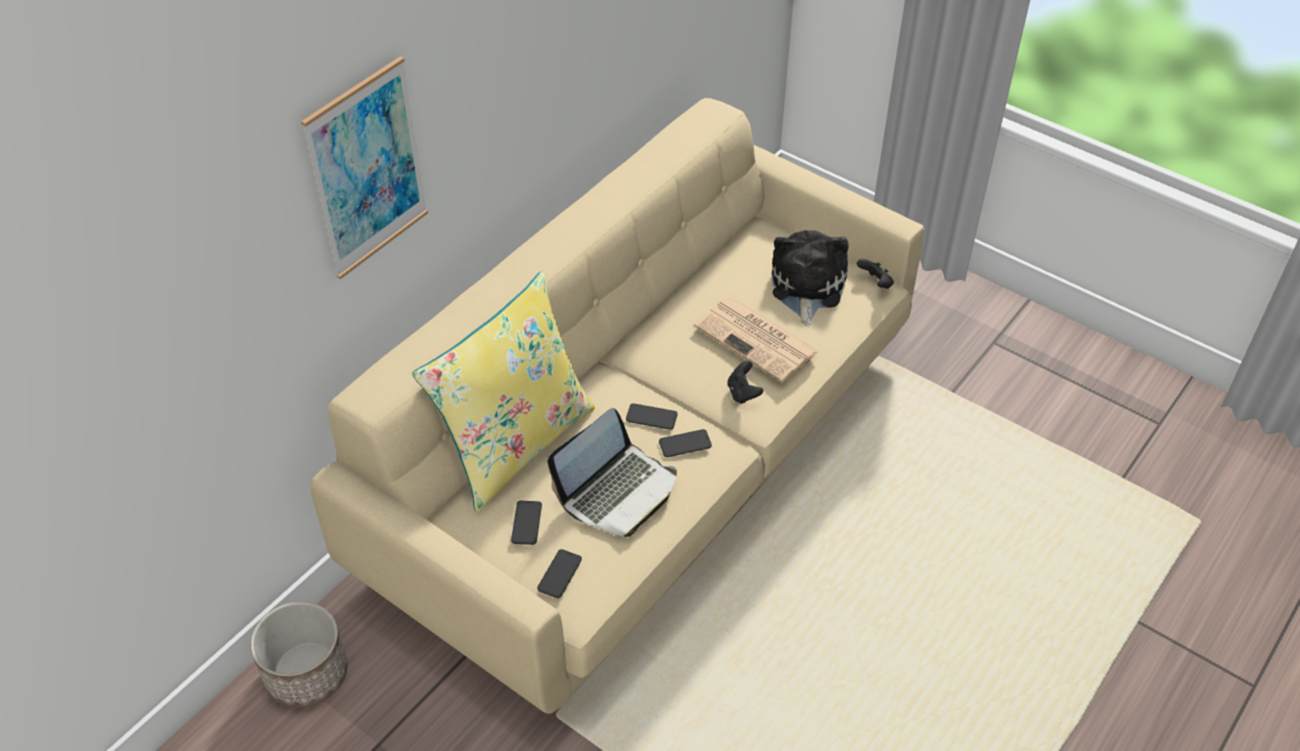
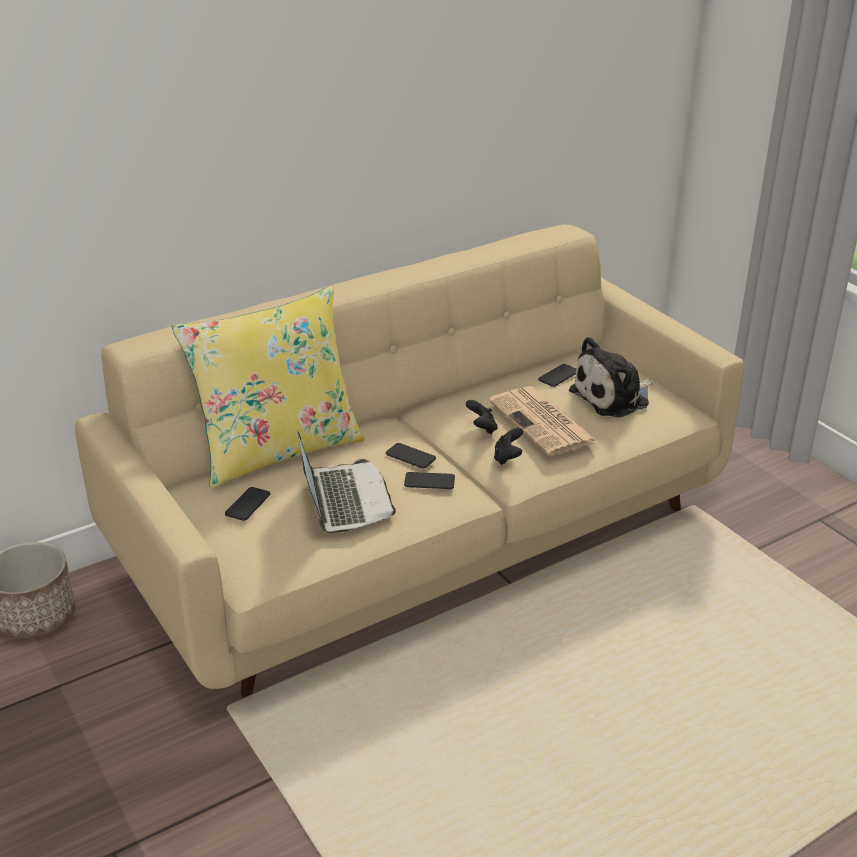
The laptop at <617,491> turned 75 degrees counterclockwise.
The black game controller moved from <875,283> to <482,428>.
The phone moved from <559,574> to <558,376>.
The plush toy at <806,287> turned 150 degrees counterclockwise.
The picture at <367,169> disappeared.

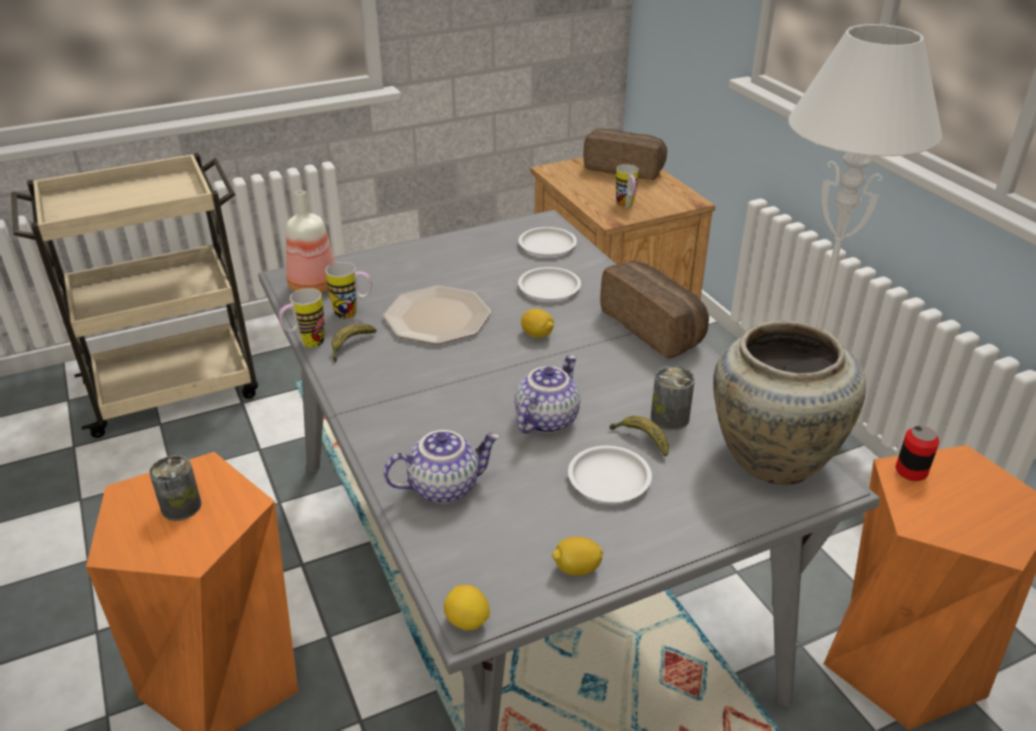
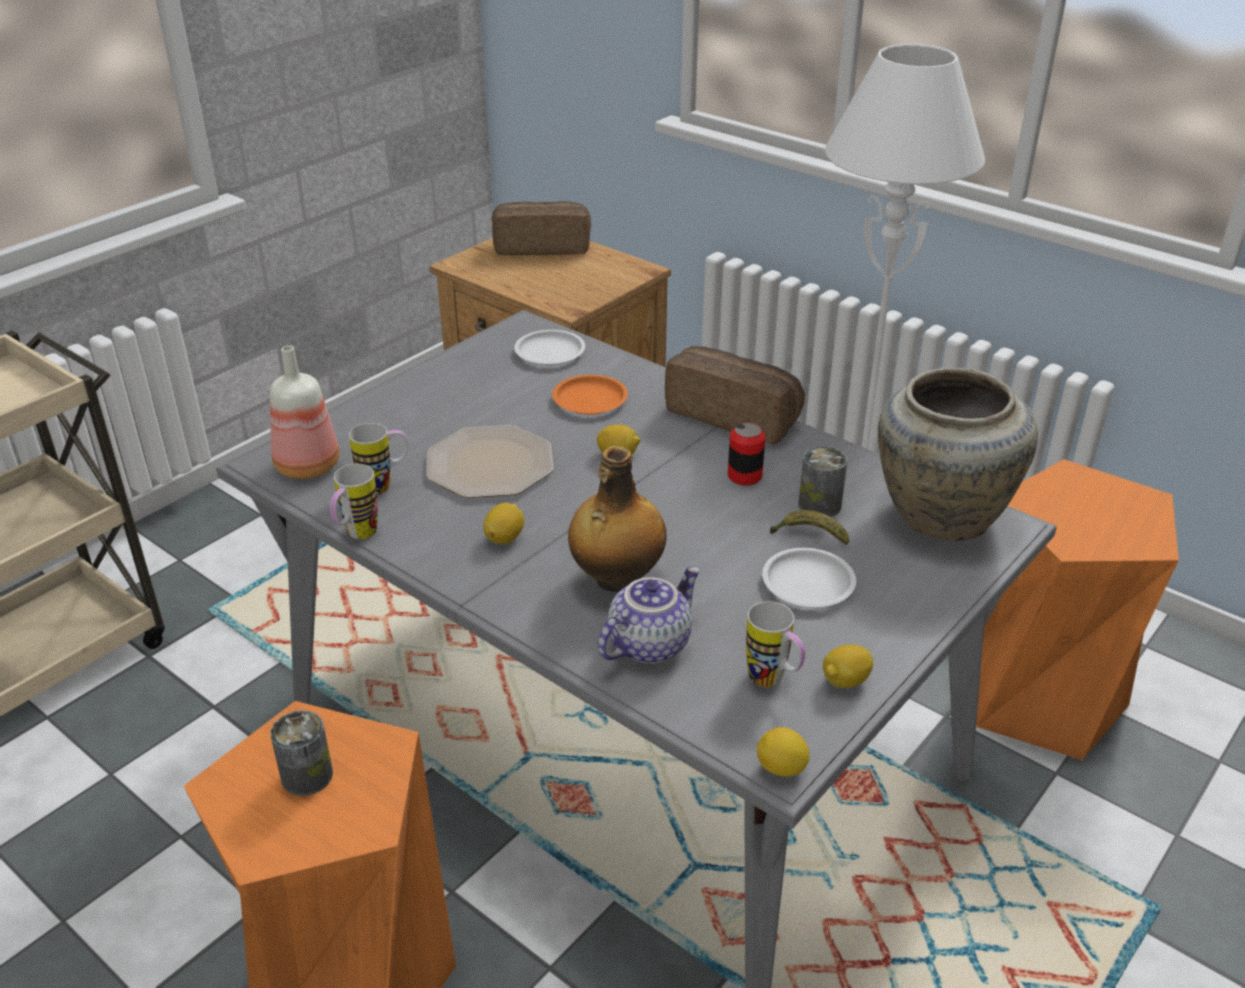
The lemon at <504,538> appeared.
The white plate at <549,287> became the orange plate at <589,400>.
The bottle at <616,579> appeared.
The can moved from <911,471> to <744,476>.
The mug moved from <626,206> to <773,682>.
The banana at <350,346> disappeared.
The teapot at <545,419> disappeared.

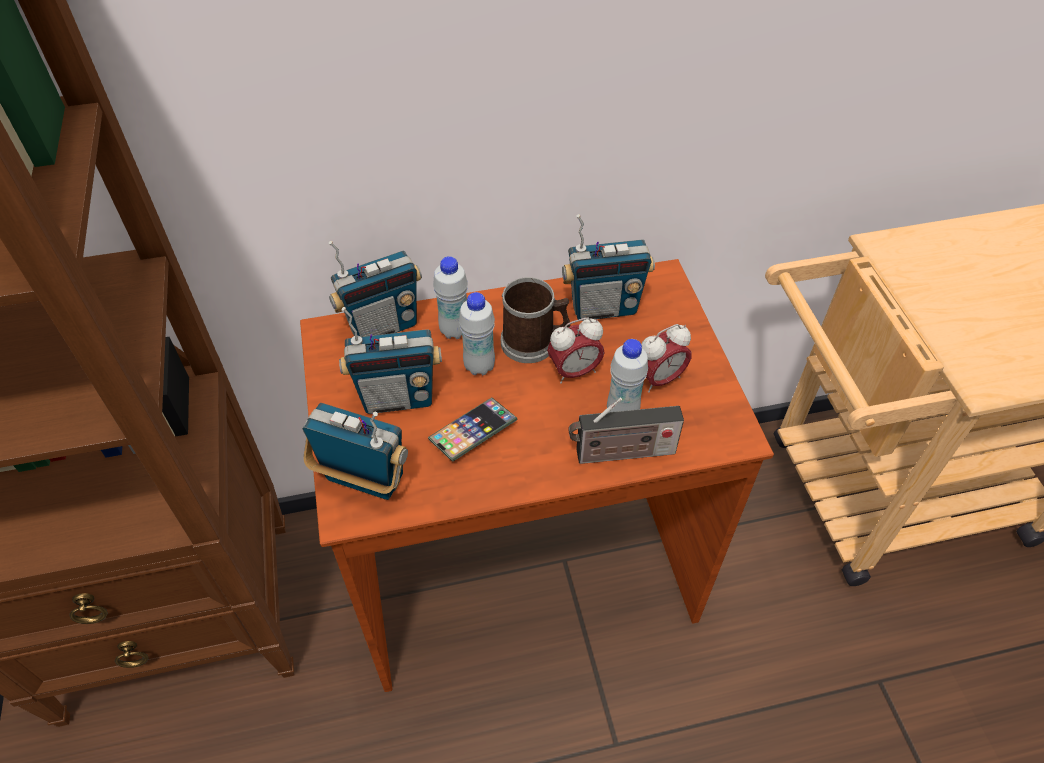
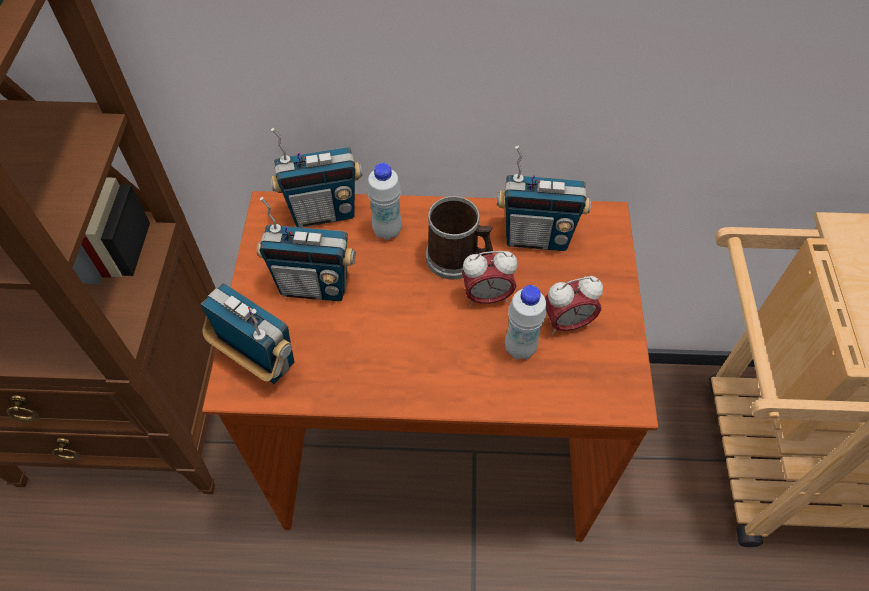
The phone at <473,432> disappeared.
The white bottle at <479,366> disappeared.
The radio at <620,453> disappeared.

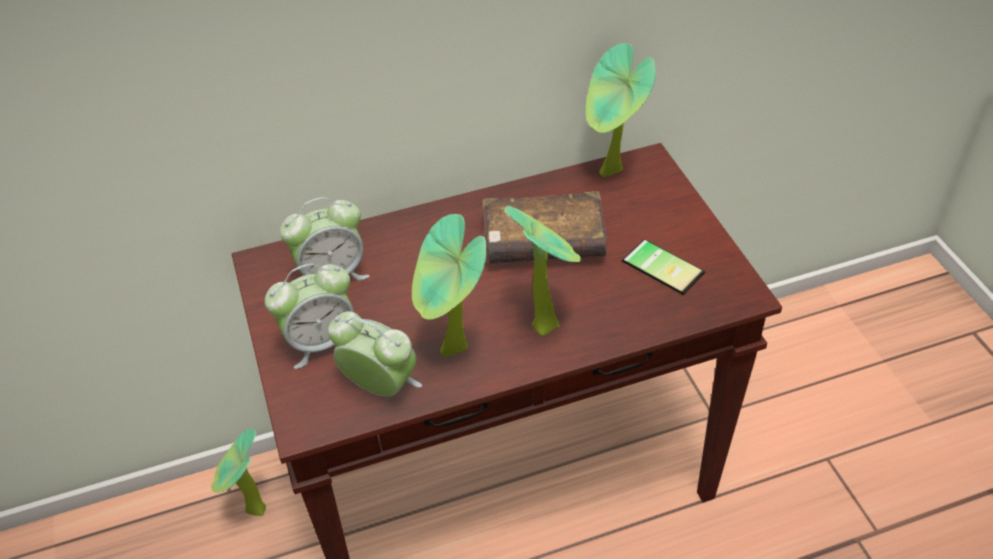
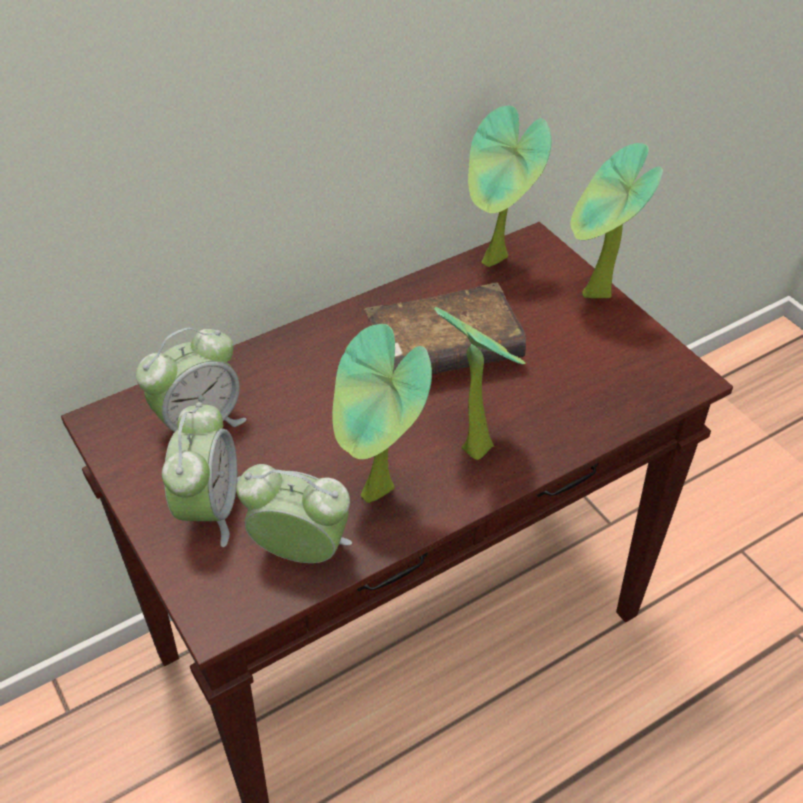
The alarm clock at <321,342> turned 45 degrees counterclockwise.
The potted plant moved from <253,513> to <594,298>.
The phone at <665,264> disappeared.

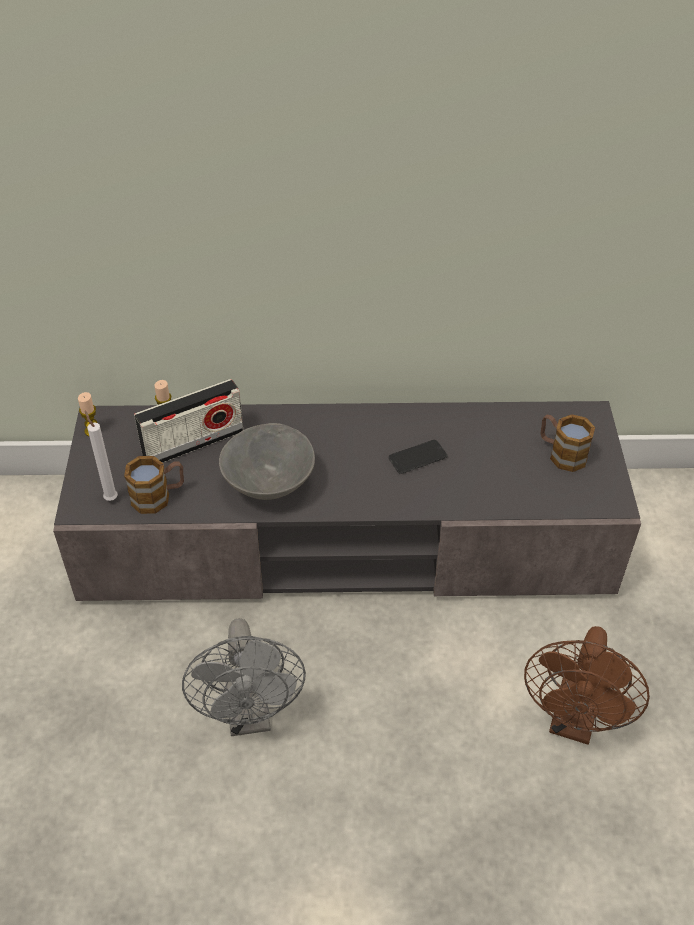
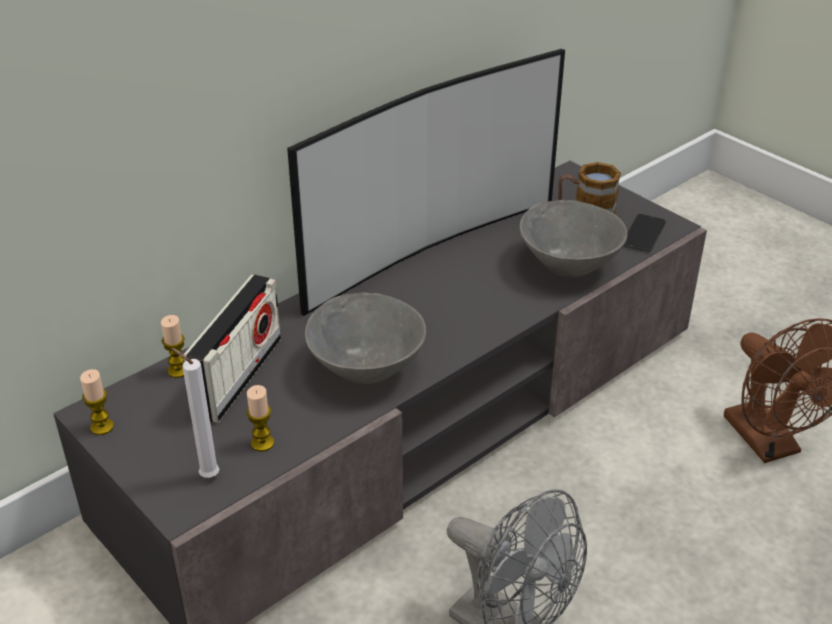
The mug at <158,496> was replaced by the candle at <262,443>.
The television at <427,248> appeared.
The grey bowl at <568,264> appeared.
The phone moved from <417,457> to <644,234>.

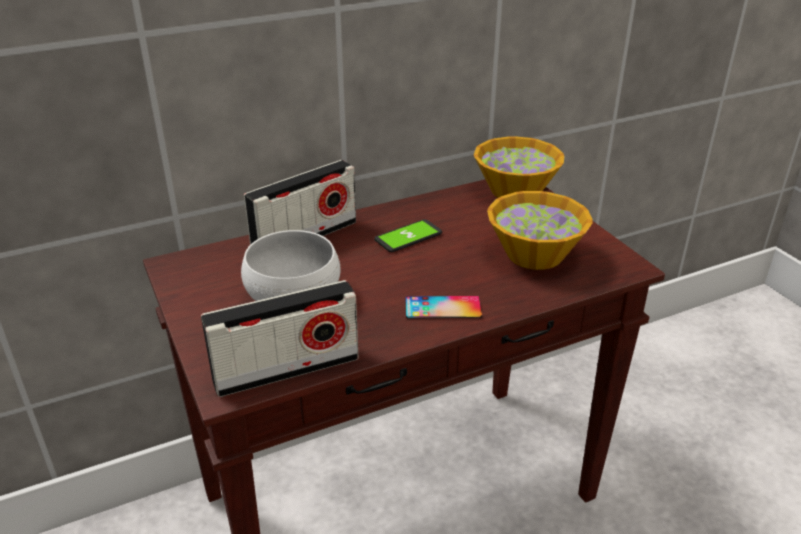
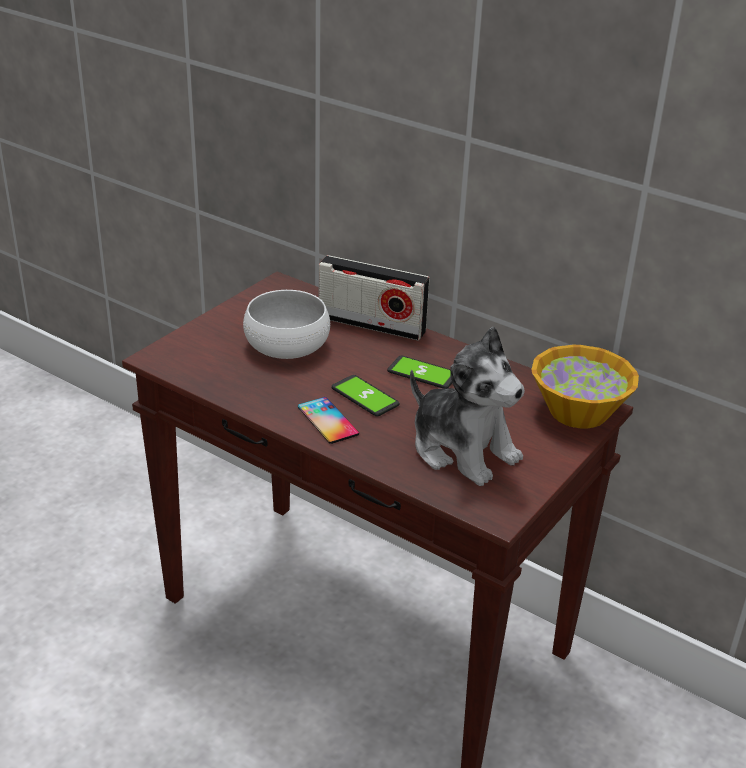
The phone at <364,397> appeared.
The bowl at <534,254> was replaced by the plush toy at <463,450>.
The radio at <286,369> disappeared.

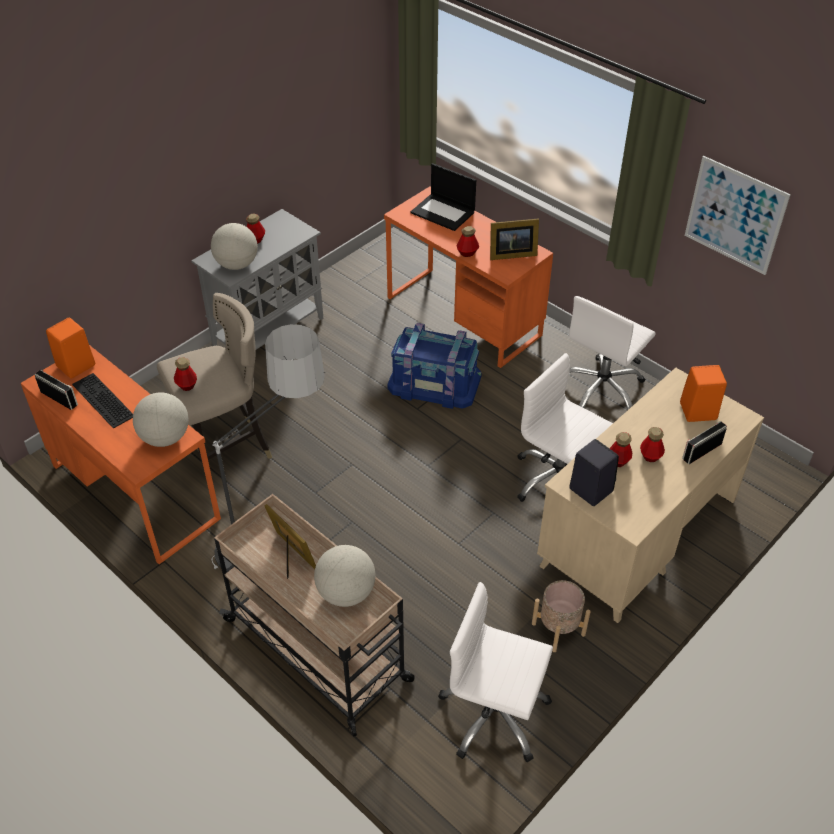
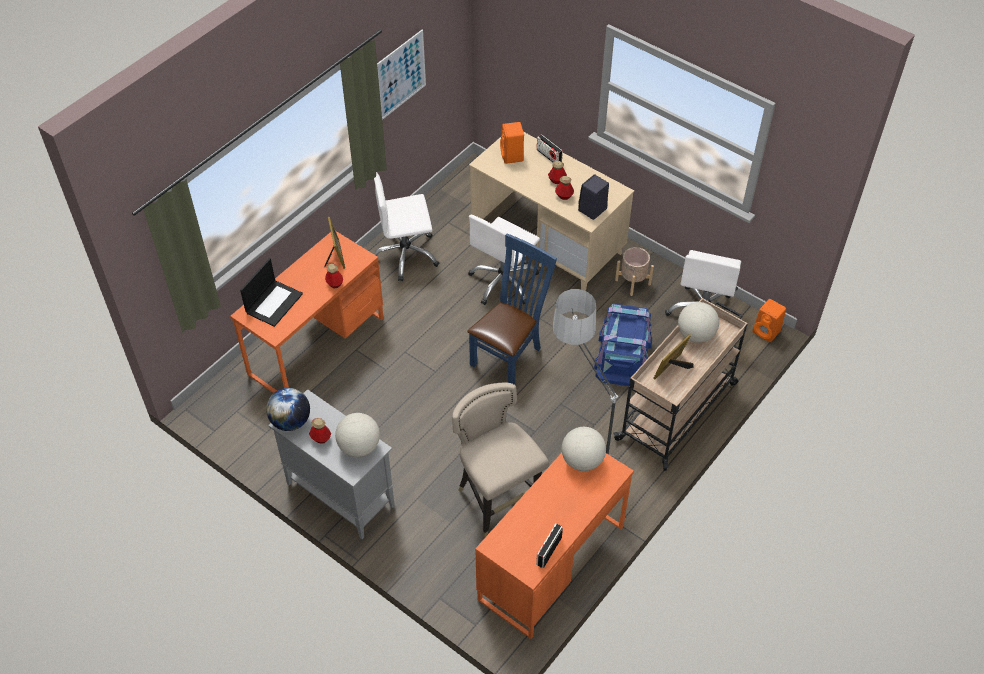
The globe at <291,421> appeared.
The white office chair at <602,389> turned 135 degrees clockwise.
The blue chair at <509,354> appeared.
The blue storage box moved from <435,382> to <622,355>.
The orange speaker moved from <75,366> to <767,332>.
The keyboard at <101,400> disappeared.
The bottle at <186,385> disappeared.

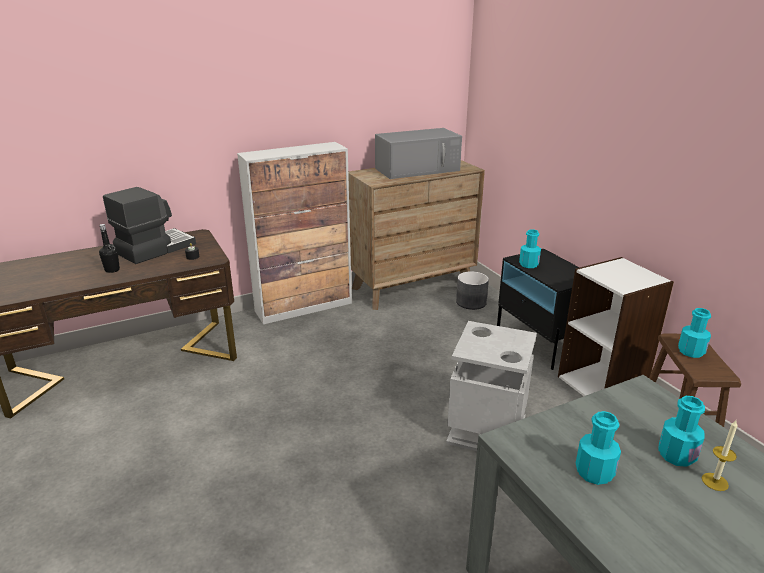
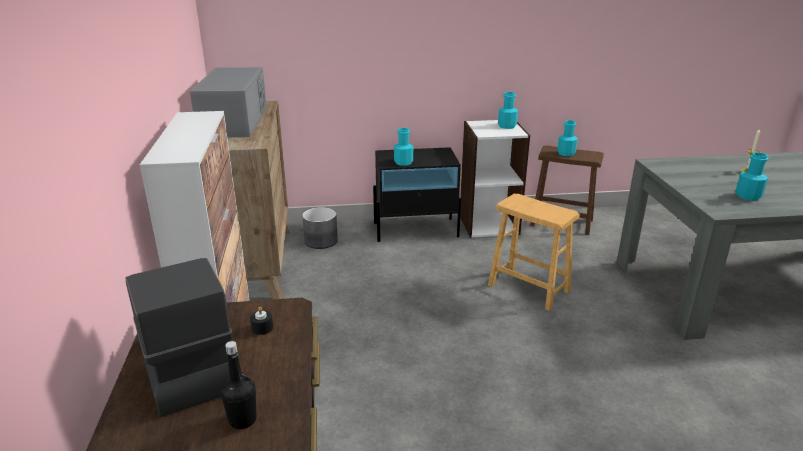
The grey trash can at <487,430> was replaced by the brown stool at <529,288>.
The turquoise bottle moved from <676,455> to <507,126>.

